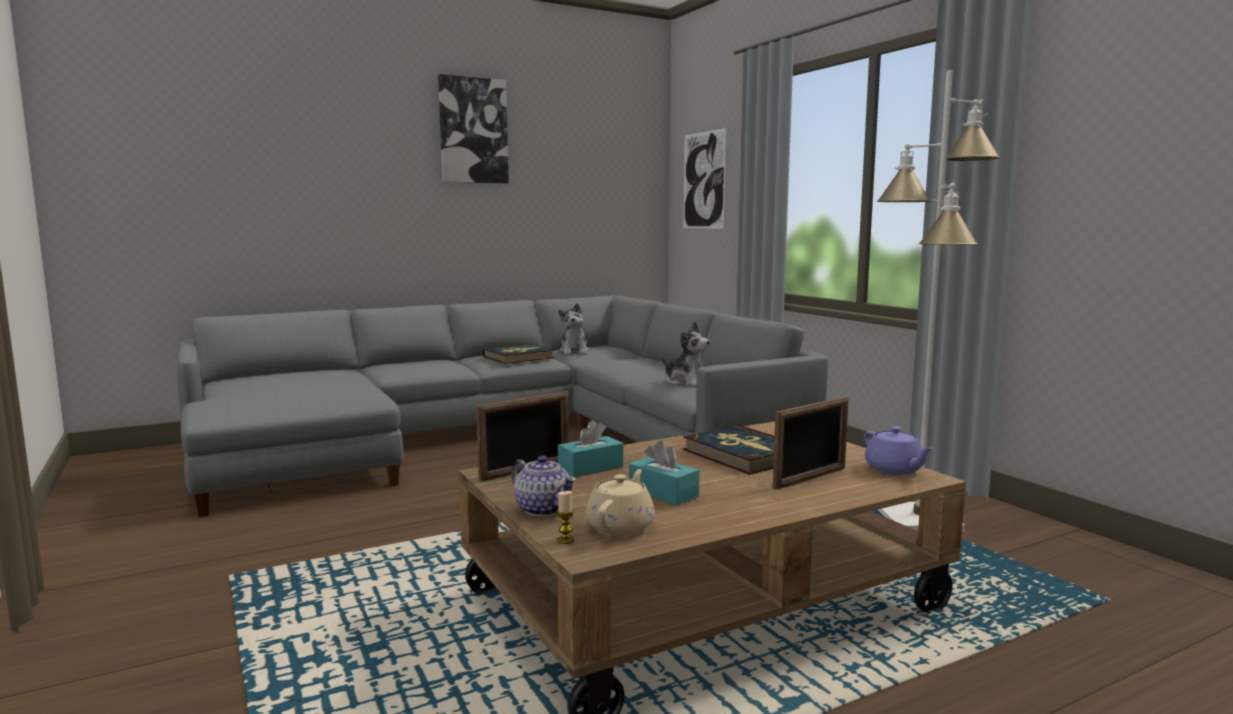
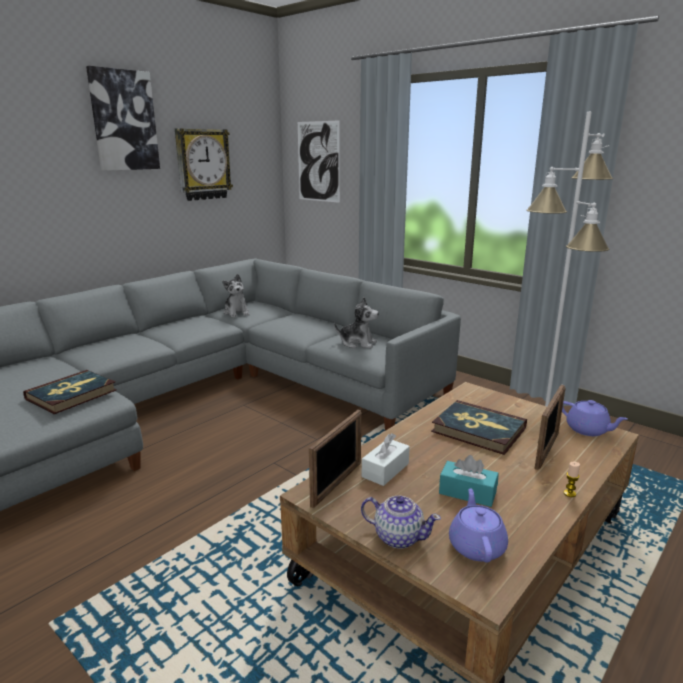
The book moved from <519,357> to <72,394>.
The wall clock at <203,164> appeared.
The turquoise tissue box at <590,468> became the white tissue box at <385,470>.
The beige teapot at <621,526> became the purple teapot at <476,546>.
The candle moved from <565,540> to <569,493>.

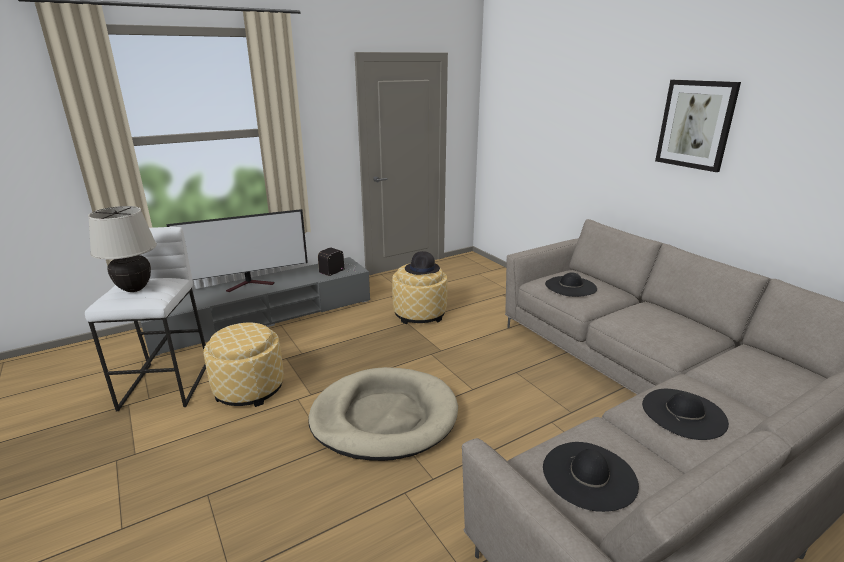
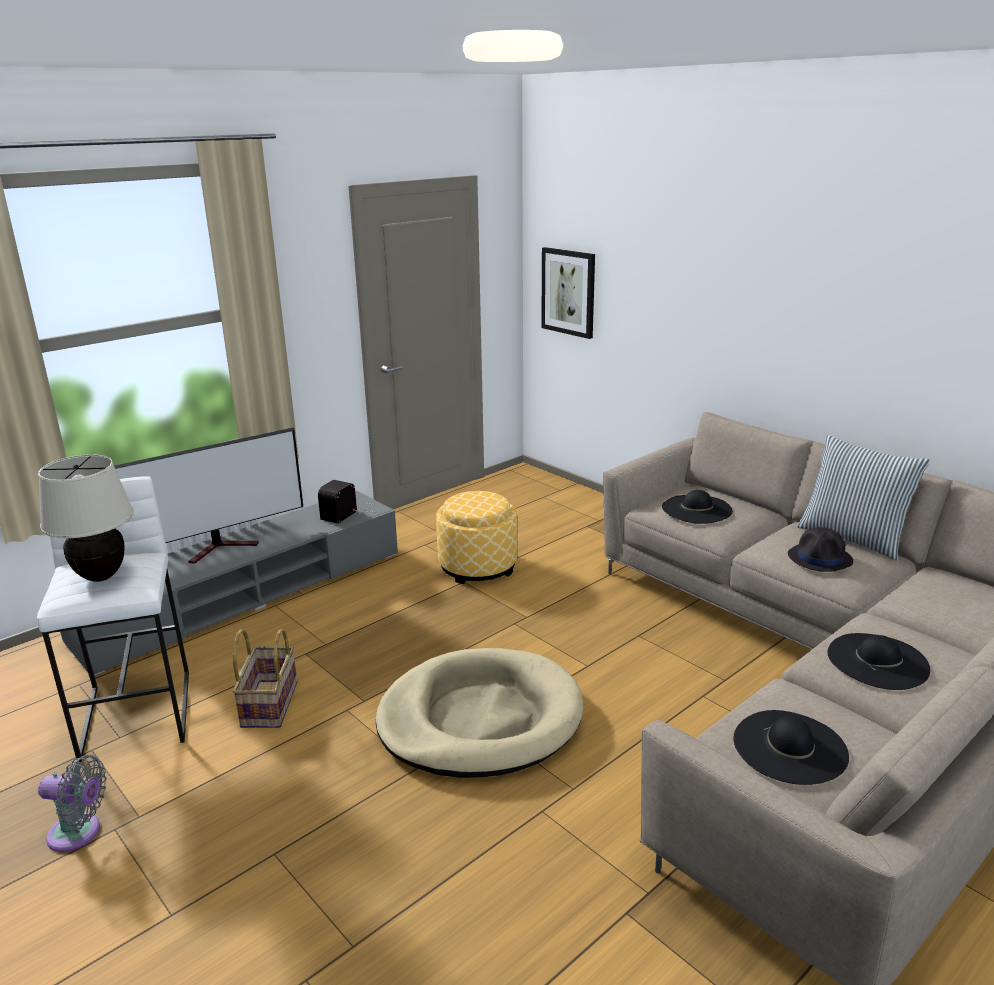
The grey fan at <79,833> appeared.
The ottoman at <249,388> was replaced by the basket at <268,704>.
The picture moved from <696,124> to <568,292>.
The black hat moved from <422,269> to <820,558>.
The pillow at <853,538> appeared.

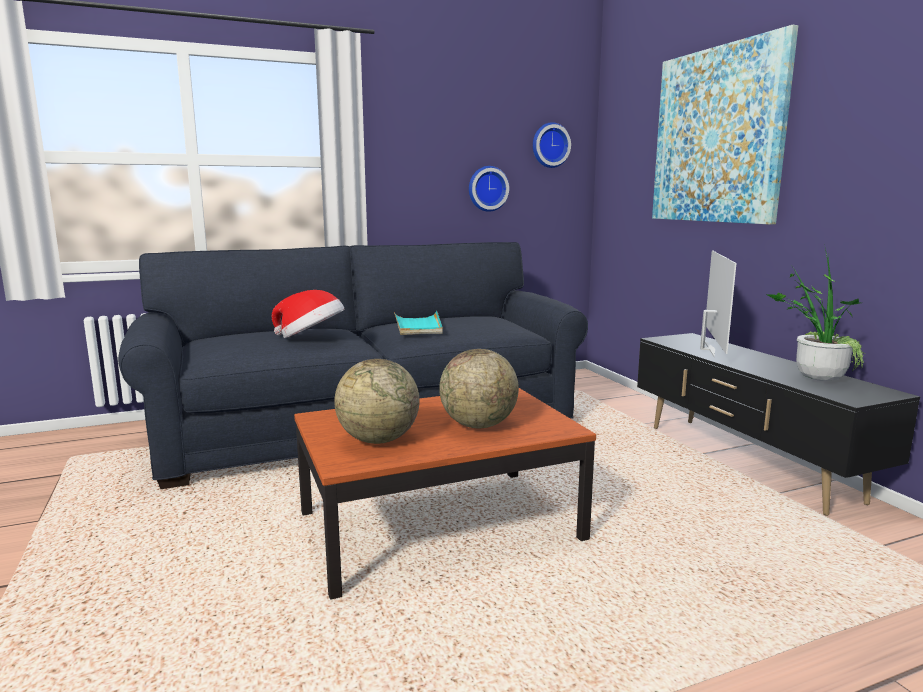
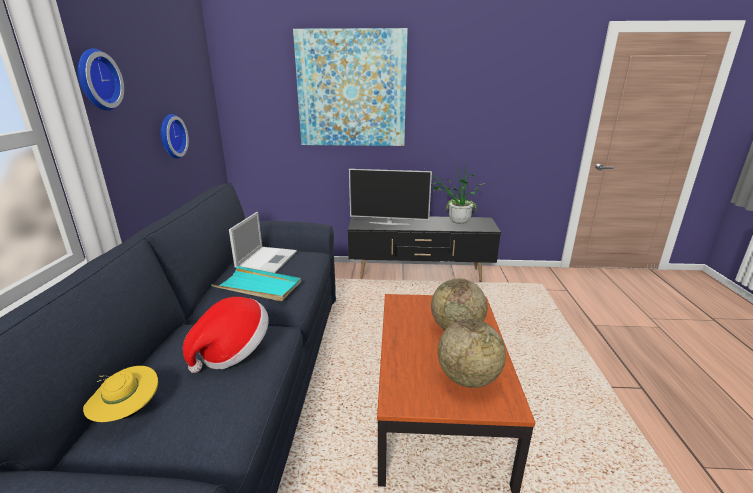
The wall clock moved from <549,145> to <96,80>.
The yellow hat at <128,412> appeared.
The laptop at <267,260> appeared.
The television at <707,349> turned 150 degrees clockwise.

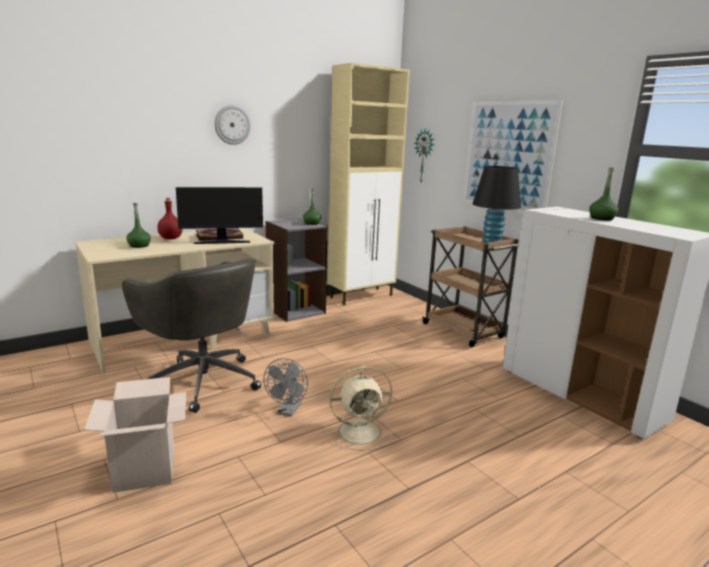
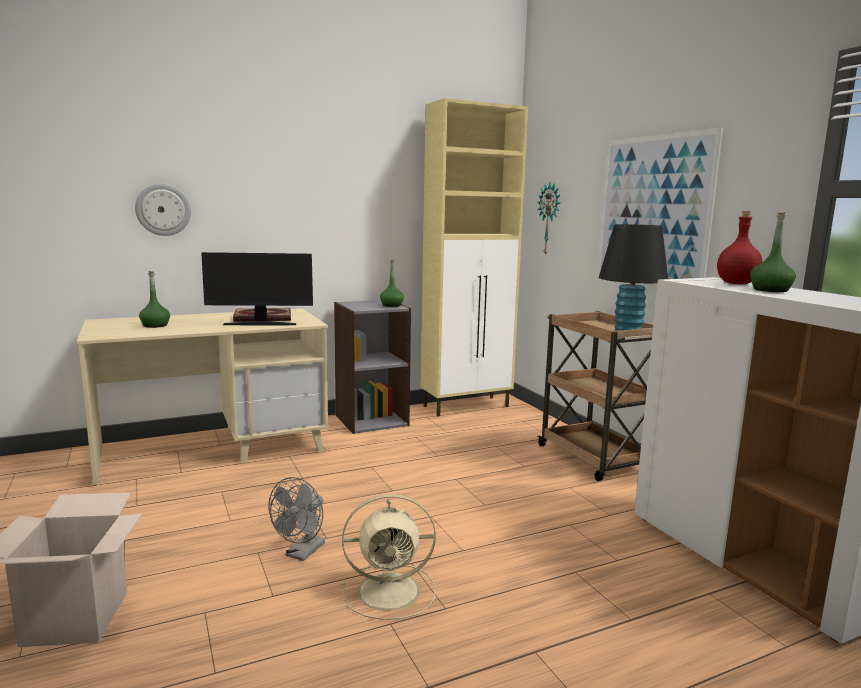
The wall clock moved from <232,125> to <163,209>.
The red bottle moved from <171,238> to <737,283>.
The grey office chair at <202,380> disappeared.

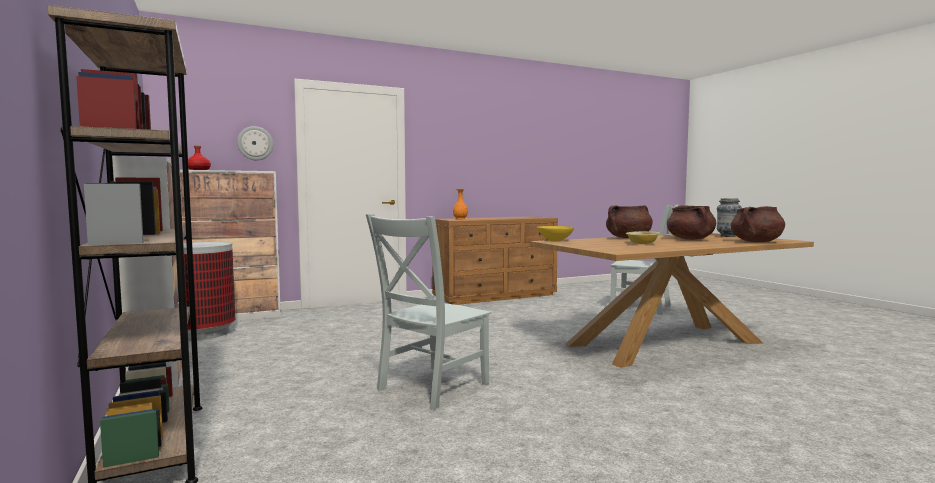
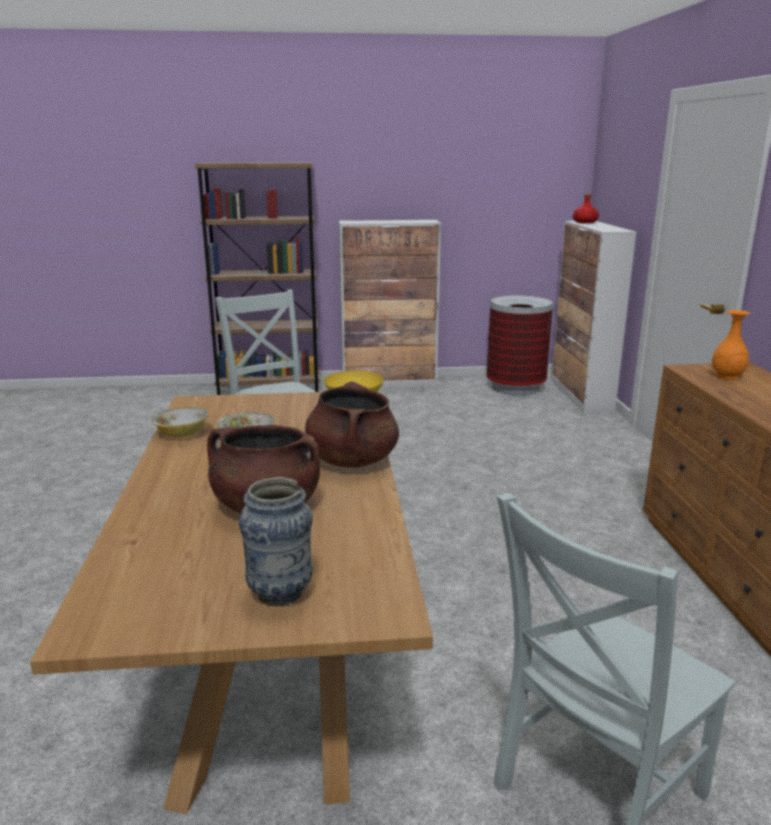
The bowl at <182,434> appeared.
The wall clock at <255,143> disappeared.
The brown cooking pot at <756,242> disappeared.

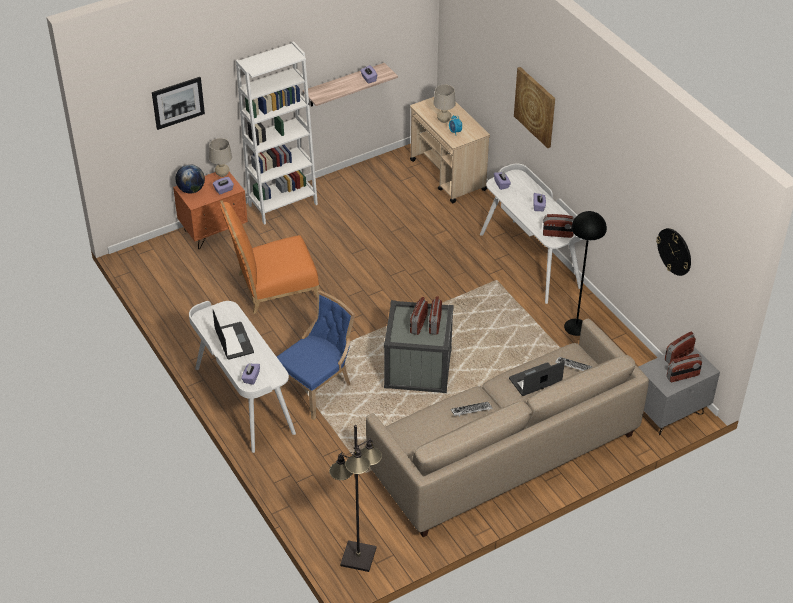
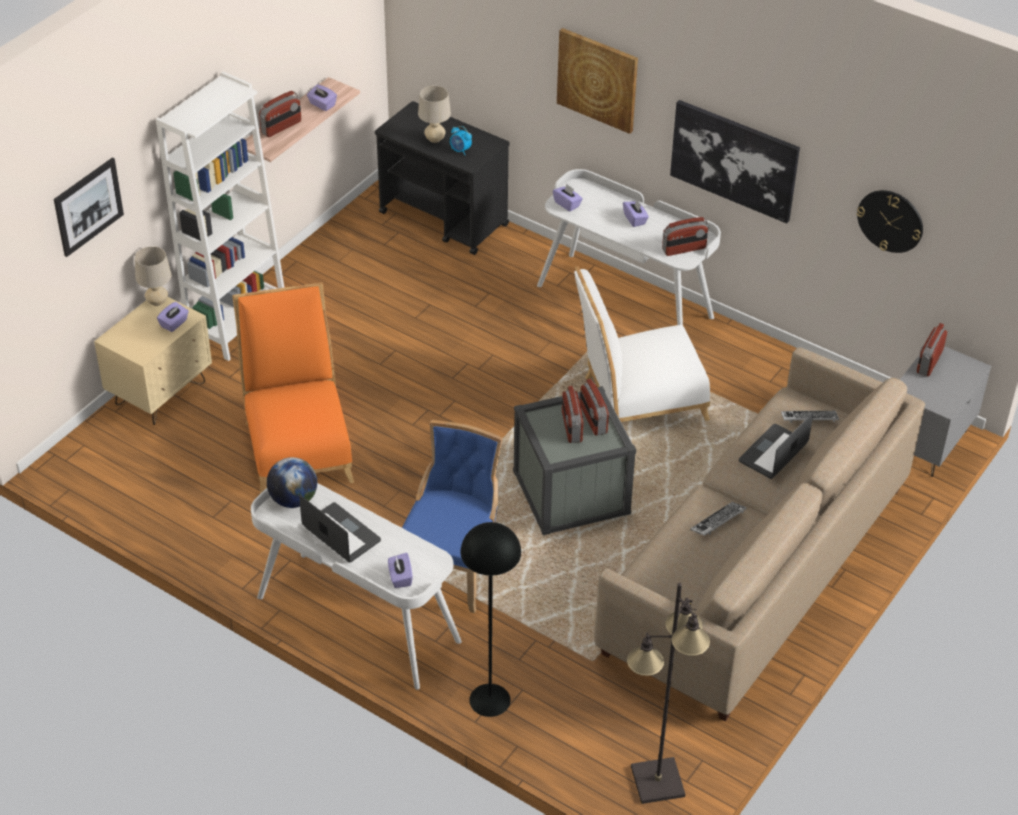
The orange nightstand at <214,232> became the beige nightstand at <161,393>.
The orange chair at <273,287> turned 120 degrees clockwise.
The radio moved from <683,376> to <281,127>.
The globe moved from <191,190> to <293,500>.
The beige cart at <448,175> became the black cart at <444,219>.
The black floor lamp moved from <576,327> to <490,700>.
The white chair at <637,400> appeared.
The picture at <734,160> appeared.

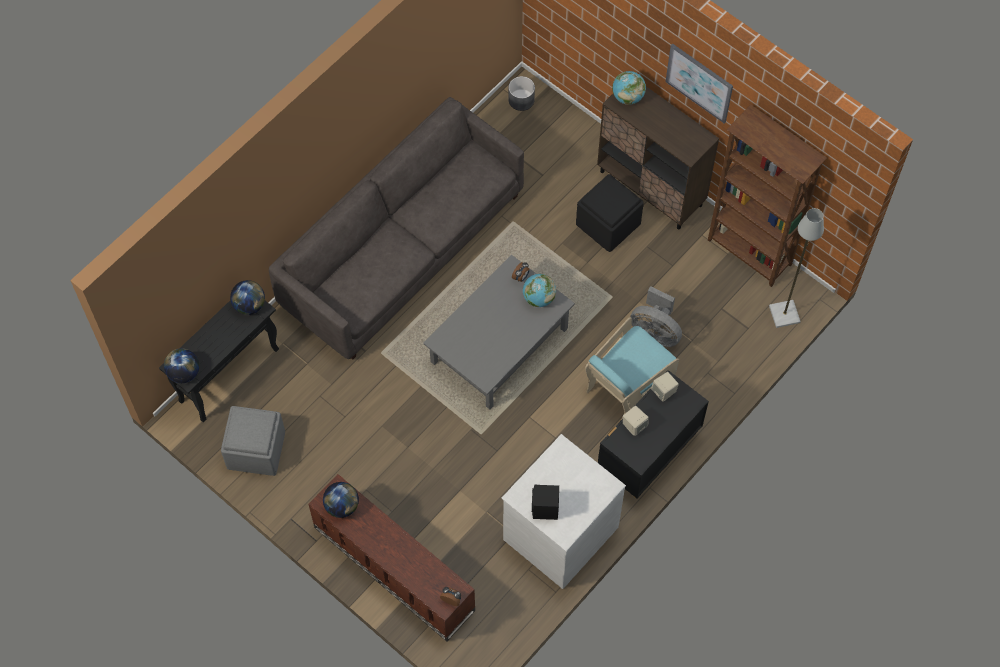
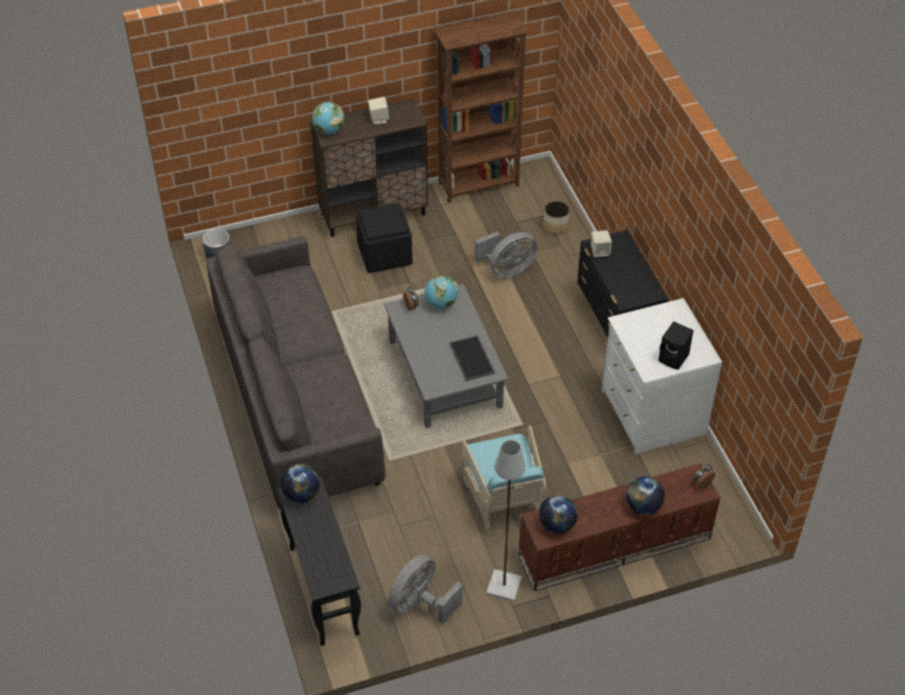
The beige speaker moved from <634,425> to <378,119>.
The grey ottoman at <255,450> was replaced by the grey fan at <420,603>.
The tray at <473,358> appeared.
The turquoise armchair moved from <628,385> to <503,500>.
The grey floor lamp moved from <785,314> to <504,585>.
The planter at <556,226> appeared.
The globe moved from <184,373> to <643,506>.
The picture at <699,83> disappeared.

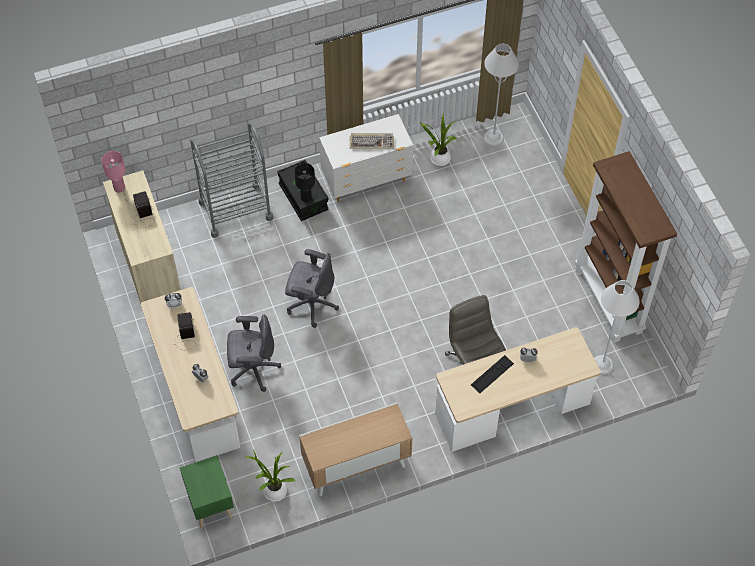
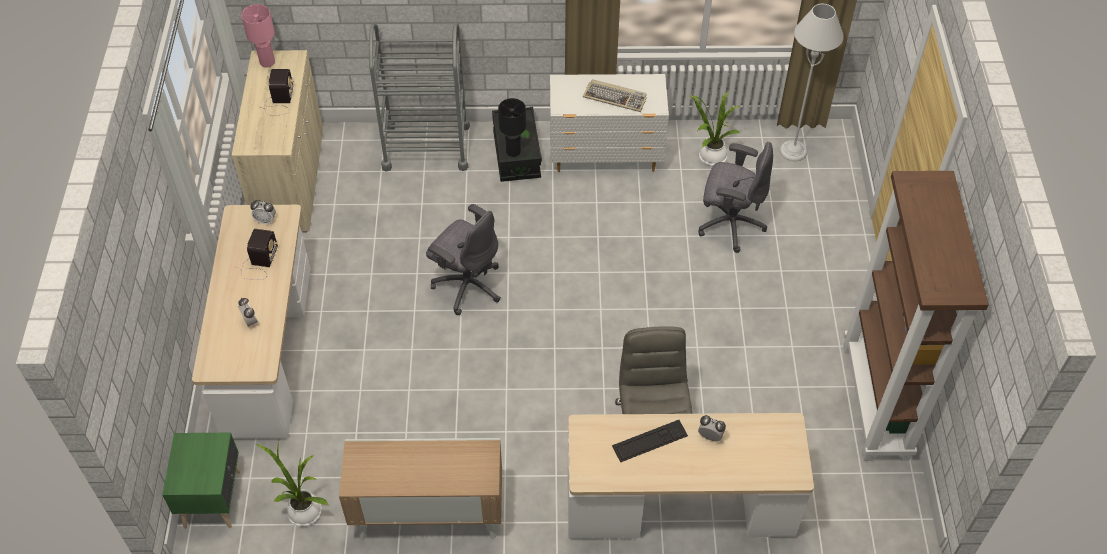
The grey office chair moved from <253,369> to <730,224>.
The grey floor lamp at <602,365> disappeared.

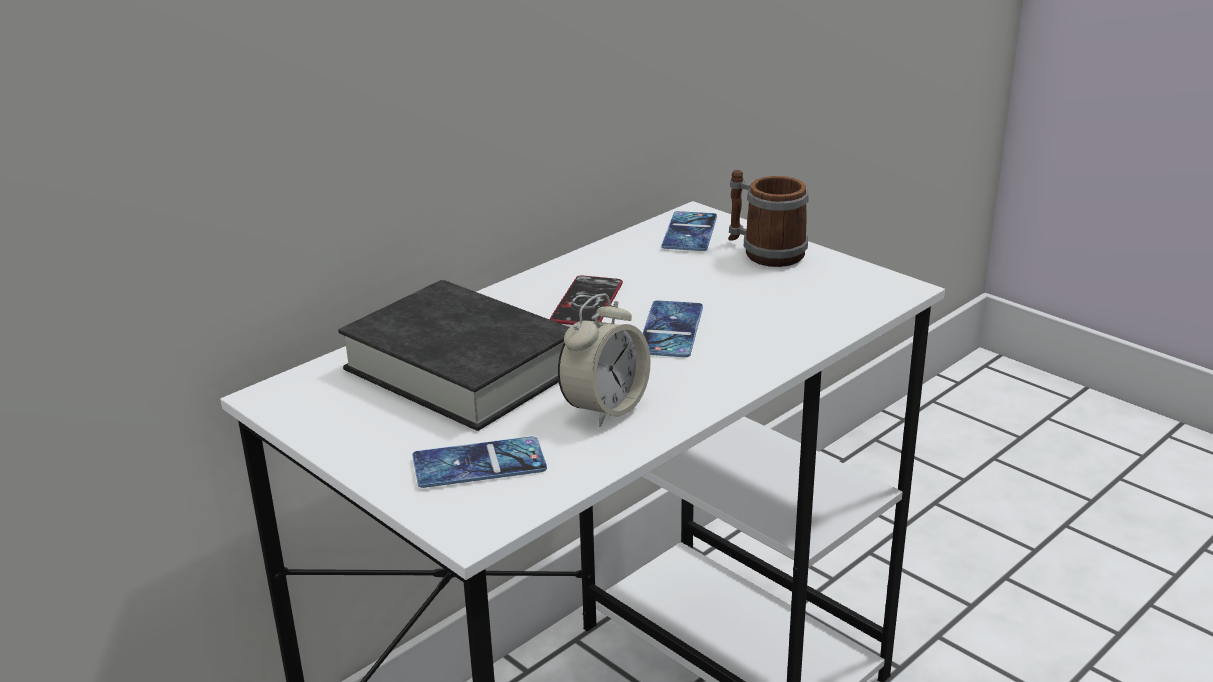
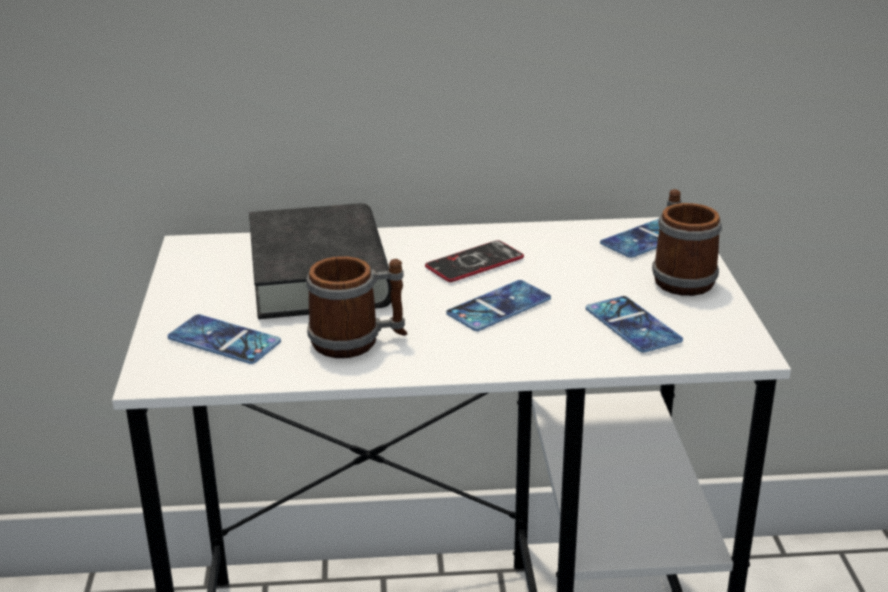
The alarm clock at <605,408> was replaced by the mug at <358,341>.
The phone at <632,325> appeared.

